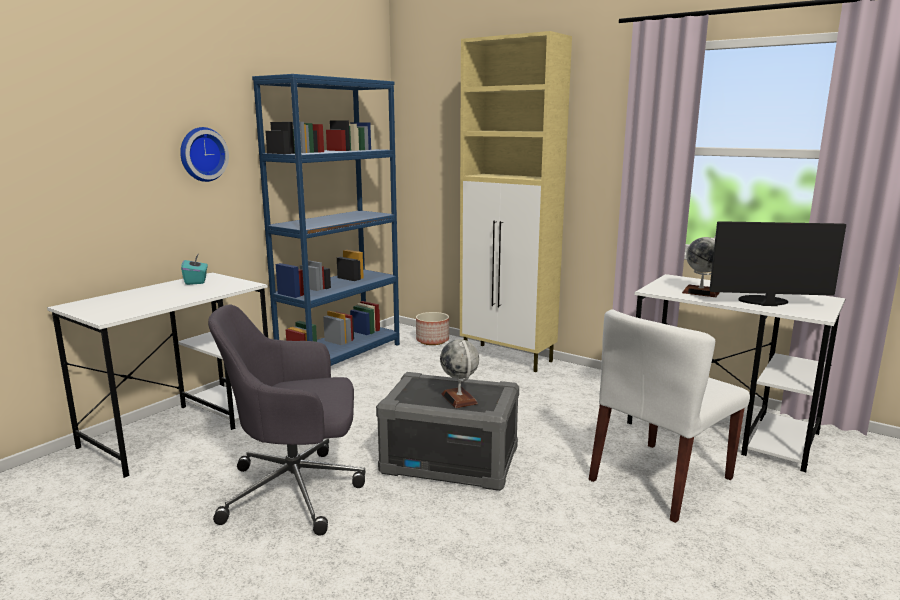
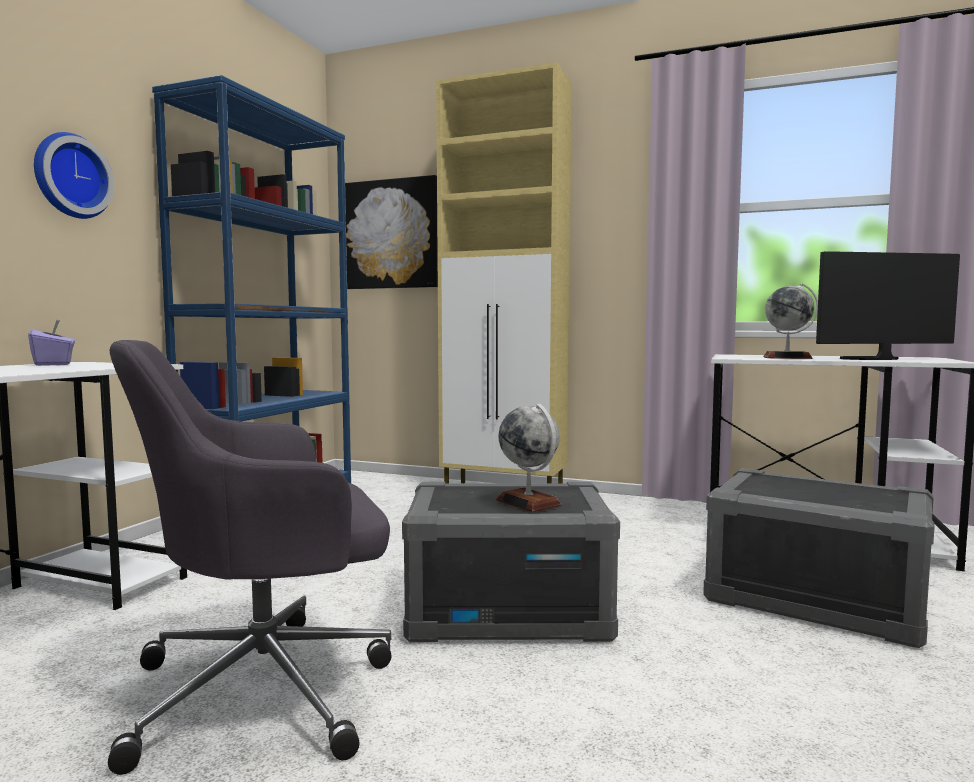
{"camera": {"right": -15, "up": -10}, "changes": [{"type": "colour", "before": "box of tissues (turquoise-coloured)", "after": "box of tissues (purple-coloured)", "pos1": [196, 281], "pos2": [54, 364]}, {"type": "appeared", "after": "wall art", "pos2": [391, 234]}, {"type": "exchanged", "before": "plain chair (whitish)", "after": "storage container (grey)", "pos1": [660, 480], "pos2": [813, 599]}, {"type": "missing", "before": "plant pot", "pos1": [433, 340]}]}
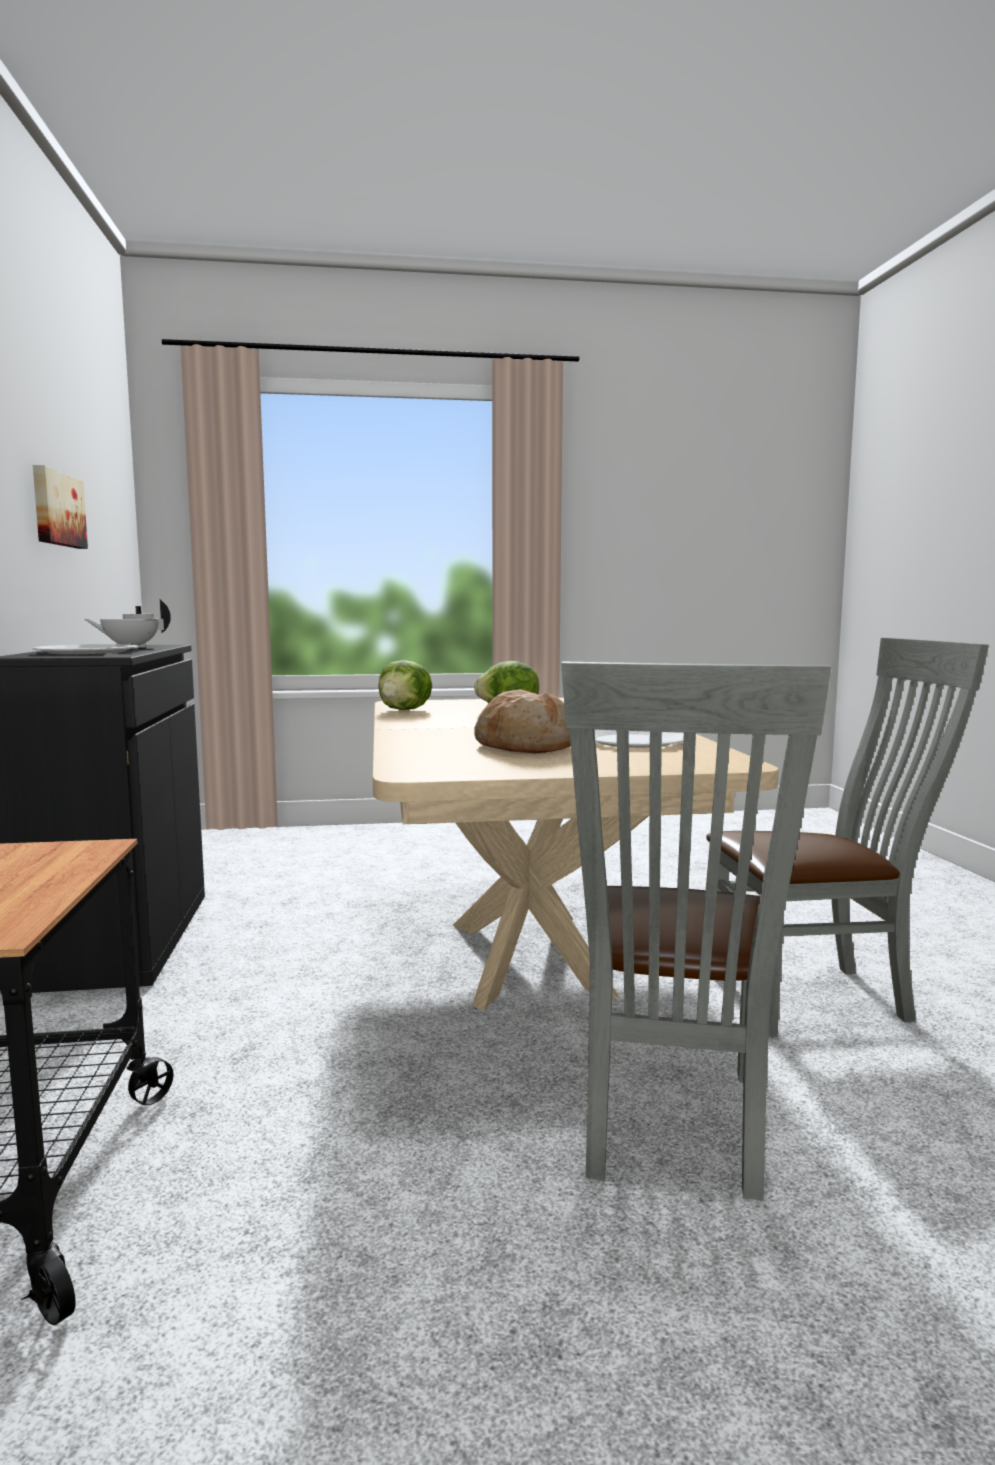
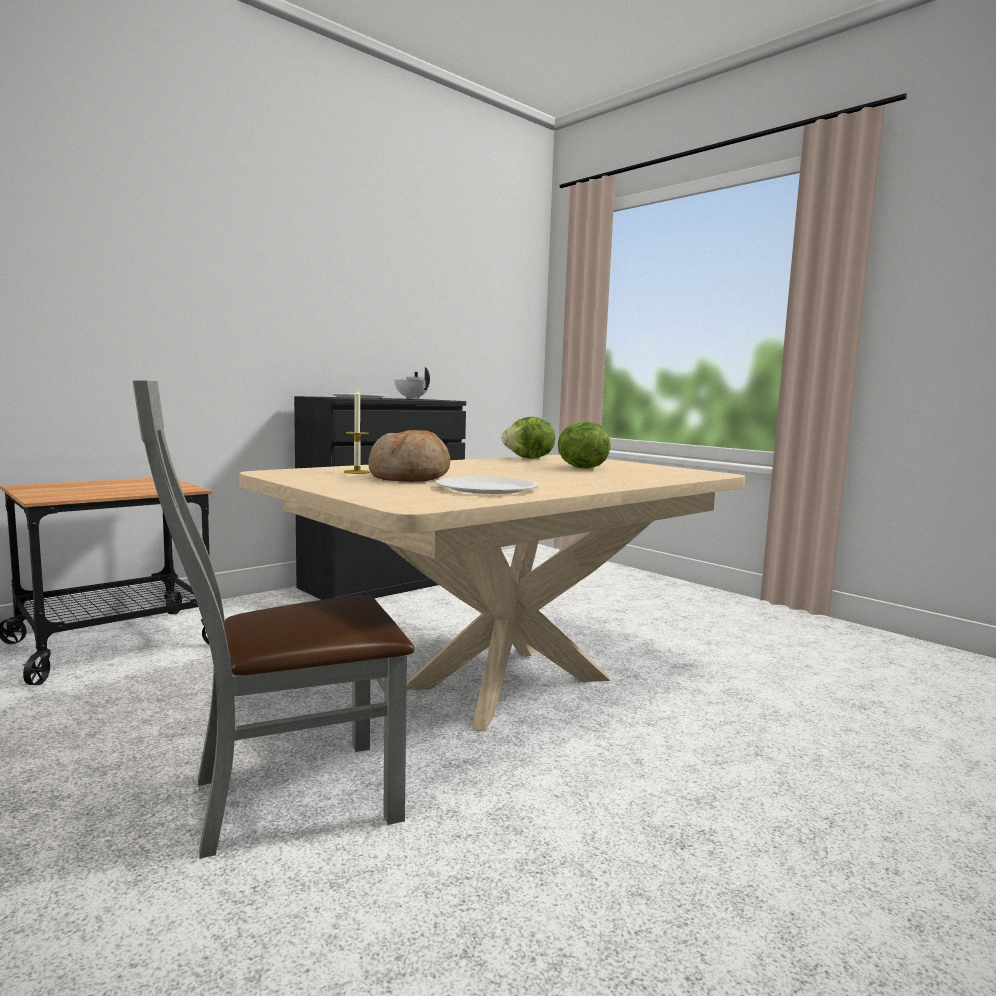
{"camera": {"right": 55, "up": 0}, "changes": [{"type": "appeared", "after": "candle", "pos2": [357, 472]}, {"type": "missing", "before": "wall art", "pos1": [56, 509]}, {"type": "missing", "before": "plain chair (grey)", "pos1": [818, 997]}]}
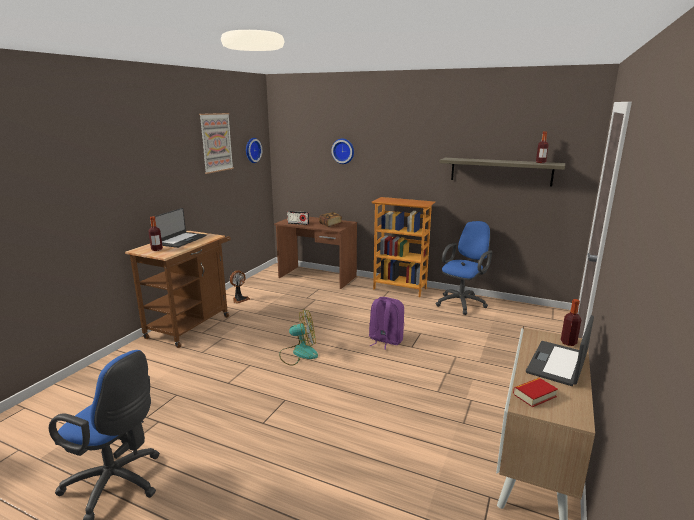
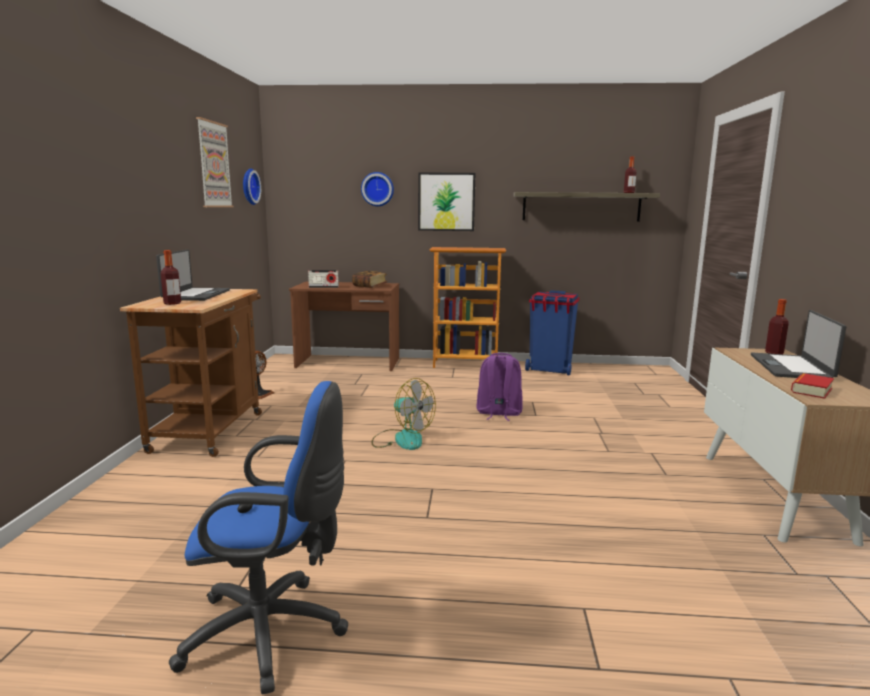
{"camera": {"right": -20, "up": -5}, "changes": [{"type": "spun", "before": "fan", "pos1": [299, 353], "pos2": [401, 439], "turn": 60}, {"type": "appeared", "after": "wall art", "pos2": [446, 202]}, {"type": "exchanged", "before": "office chair (bluish)", "after": "trash can (bluish)", "pos1": [462, 303], "pos2": [550, 370]}]}
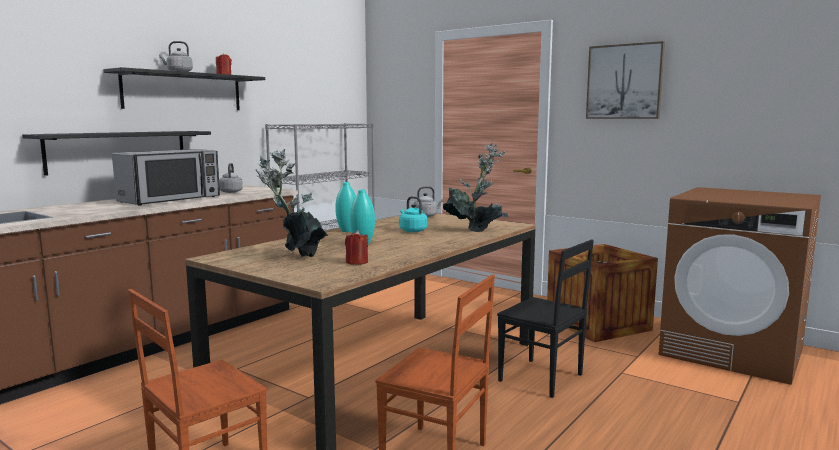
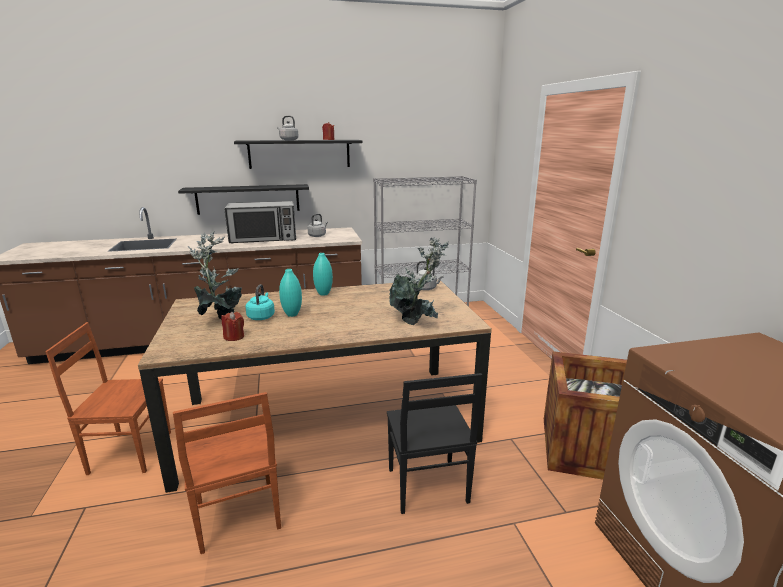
{"camera": {"right": 40, "up": 10}, "changes": [{"type": "relocated", "before": "kettle (turquoise-coloured)", "pos1": [412, 230], "pos2": [261, 316]}, {"type": "missing", "before": "wall art", "pos1": [624, 82]}]}
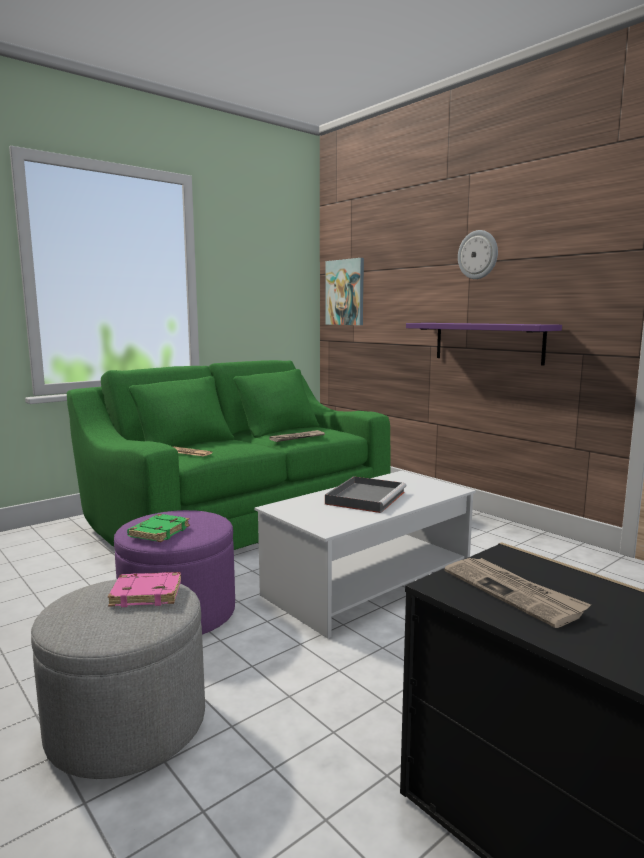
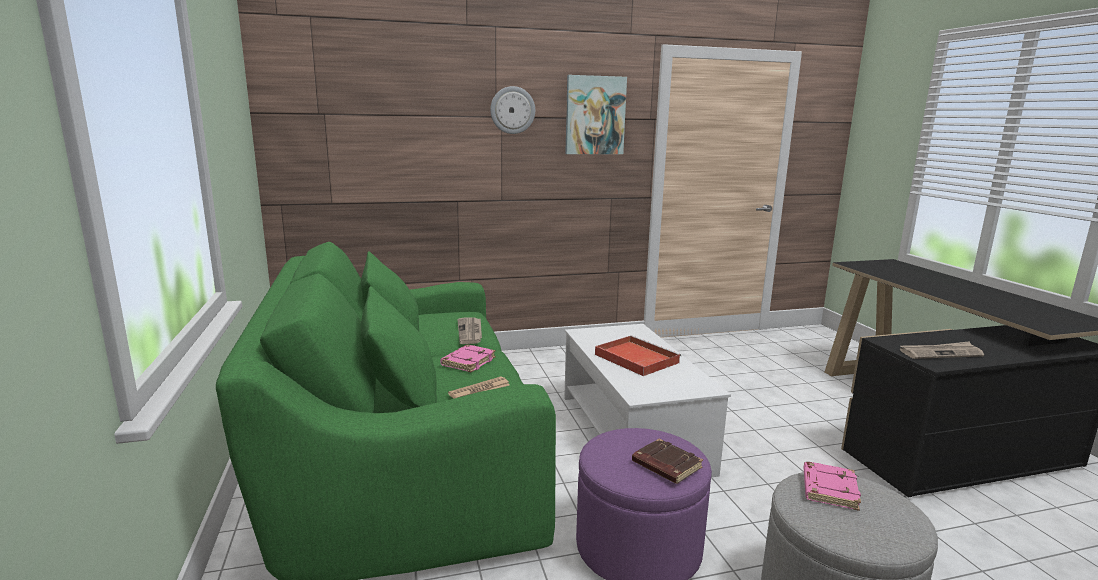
{"camera": {"right": -65, "up": 5}, "changes": [{"type": "appeared", "after": "book (pinkish)", "pos2": [468, 362]}, {"type": "relocated", "before": "wall art", "pos1": [345, 292], "pos2": [595, 115]}, {"type": "colour", "before": "serving tray (grey)", "after": "serving tray (reddish)", "pos1": [366, 497], "pos2": [635, 358]}, {"type": "colour", "before": "book (greenish)", "after": "book (brown-coloured)", "pos1": [159, 532], "pos2": [665, 466]}, {"type": "missing", "before": "wall shelf (purple-coloured)", "pos1": [487, 342]}]}
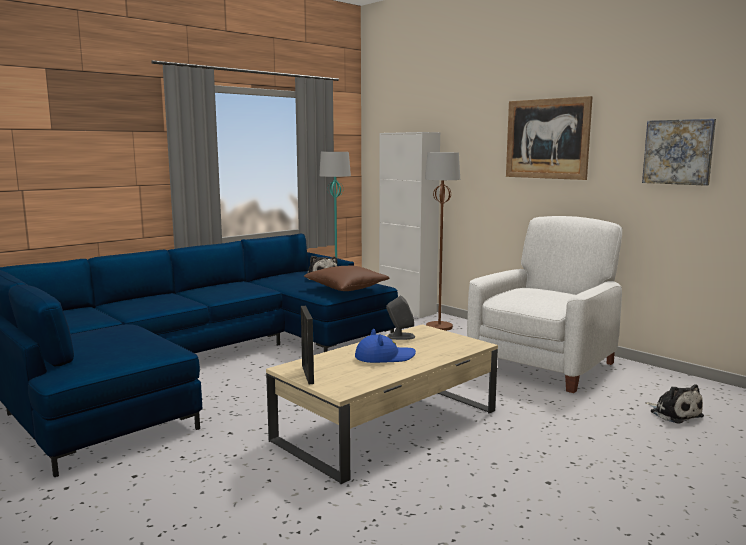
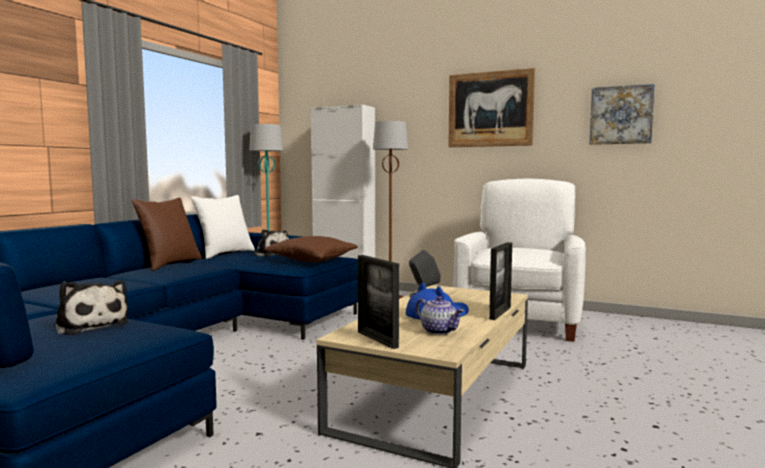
{"camera": {"right": -20, "up": -5}, "changes": [{"type": "relocated", "before": "cuddly toy", "pos1": [674, 413], "pos2": [91, 325]}, {"type": "appeared", "after": "cushion (brown-coloured)", "pos2": [170, 264]}, {"type": "appeared", "after": "cushion (whitish)", "pos2": [225, 254]}, {"type": "appeared", "after": "tea pot", "pos2": [439, 331]}, {"type": "appeared", "after": "picture frame", "pos2": [500, 313]}]}
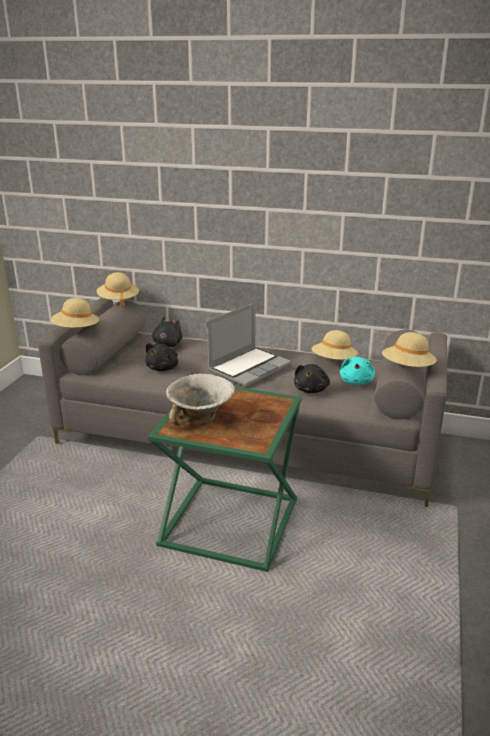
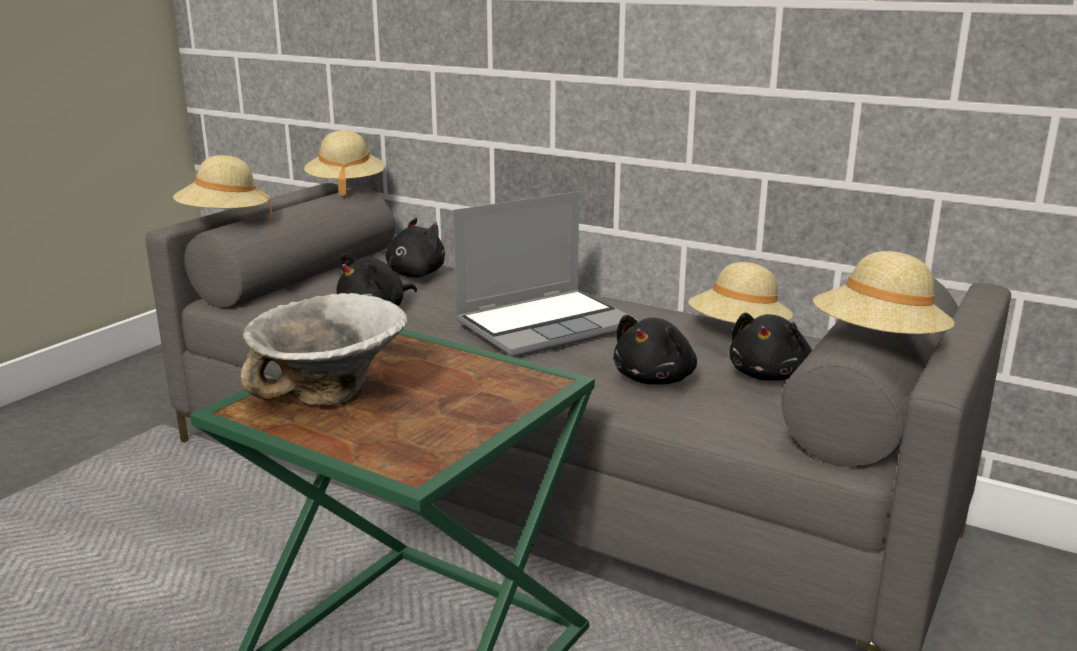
{"camera": {"right": 15, "up": -5}, "changes": [{"type": "colour", "before": "cuddly toy (turquoise-coloured)", "after": "cuddly toy (blackish)", "pos1": [356, 381], "pos2": [769, 375]}]}
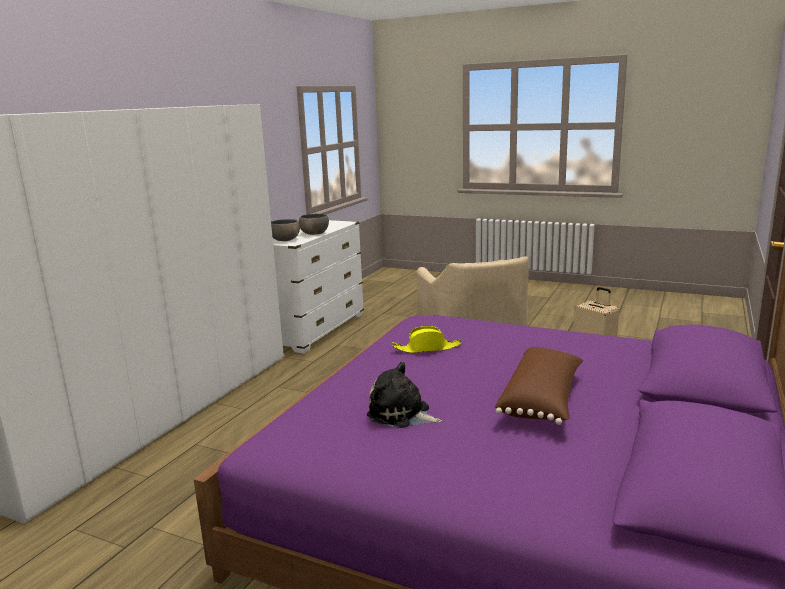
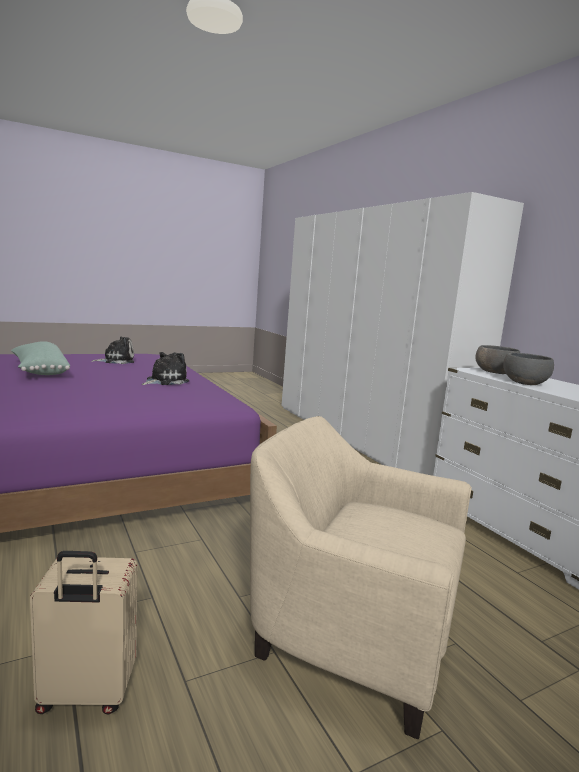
{"camera": {"right": 125, "up": -5}, "changes": [{"type": "colour", "before": "cushion (brown-coloured)", "after": "cushion (greenish)", "pos1": [543, 400], "pos2": [39, 371]}, {"type": "exchanged", "before": "clothing hat (yellowish)", "after": "cuddly toy", "pos1": [427, 348], "pos2": [165, 381]}]}
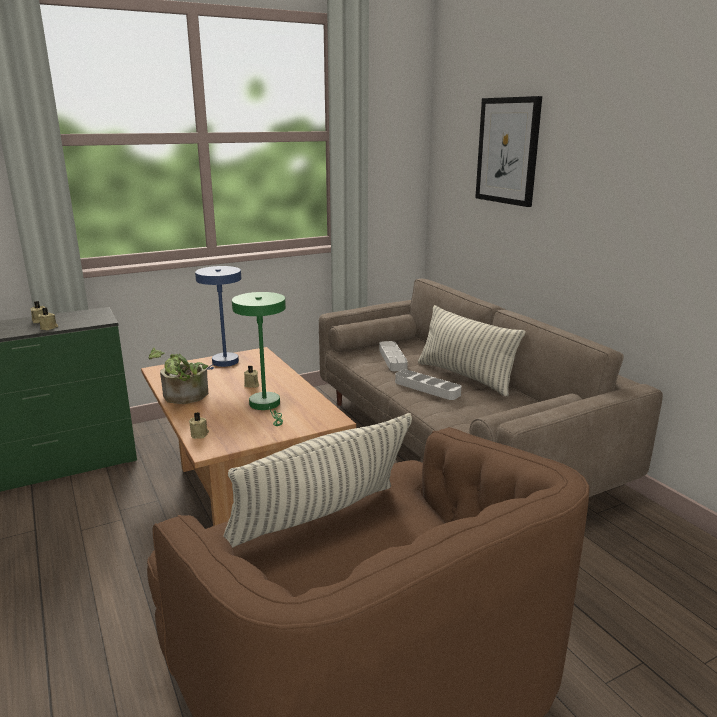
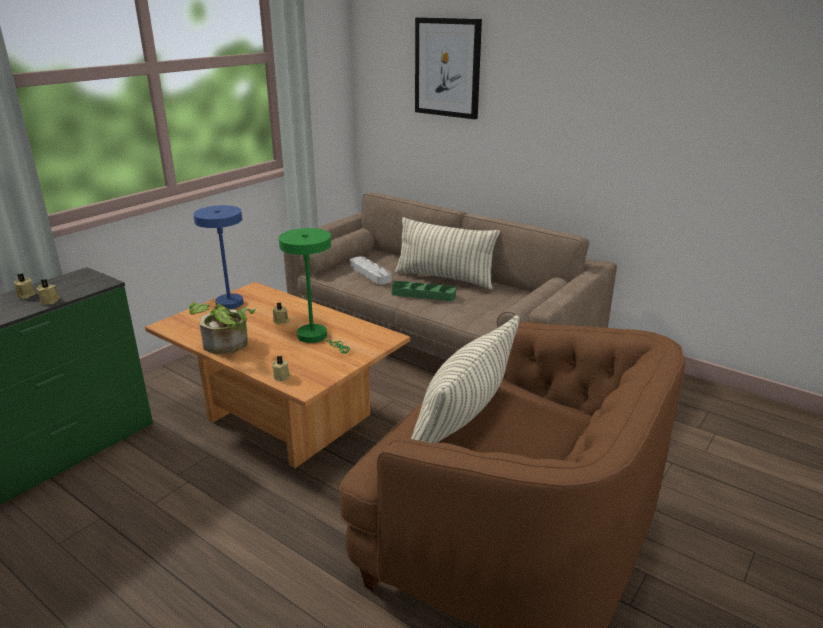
{"camera": {"right": -25, "up": 5}, "changes": [{"type": "colour", "before": "serving tray (grey)", "after": "serving tray (greenish)", "pos1": [427, 388], "pos2": [423, 294]}]}
